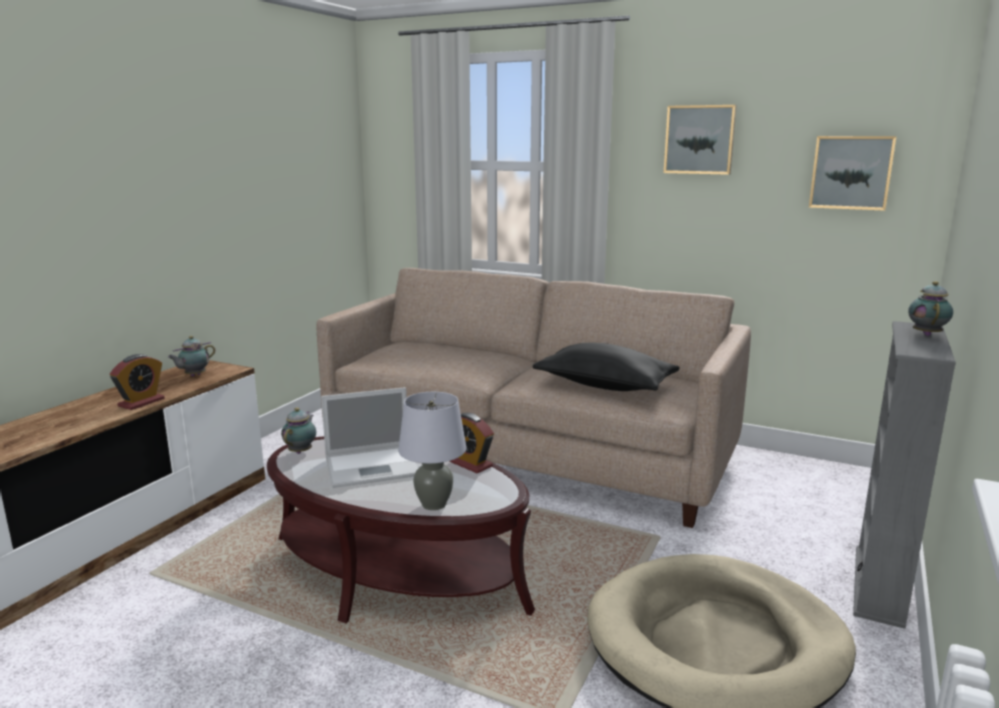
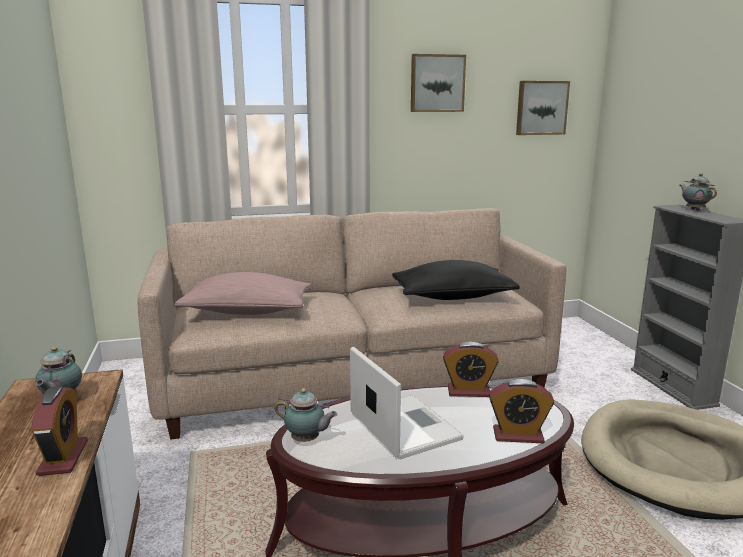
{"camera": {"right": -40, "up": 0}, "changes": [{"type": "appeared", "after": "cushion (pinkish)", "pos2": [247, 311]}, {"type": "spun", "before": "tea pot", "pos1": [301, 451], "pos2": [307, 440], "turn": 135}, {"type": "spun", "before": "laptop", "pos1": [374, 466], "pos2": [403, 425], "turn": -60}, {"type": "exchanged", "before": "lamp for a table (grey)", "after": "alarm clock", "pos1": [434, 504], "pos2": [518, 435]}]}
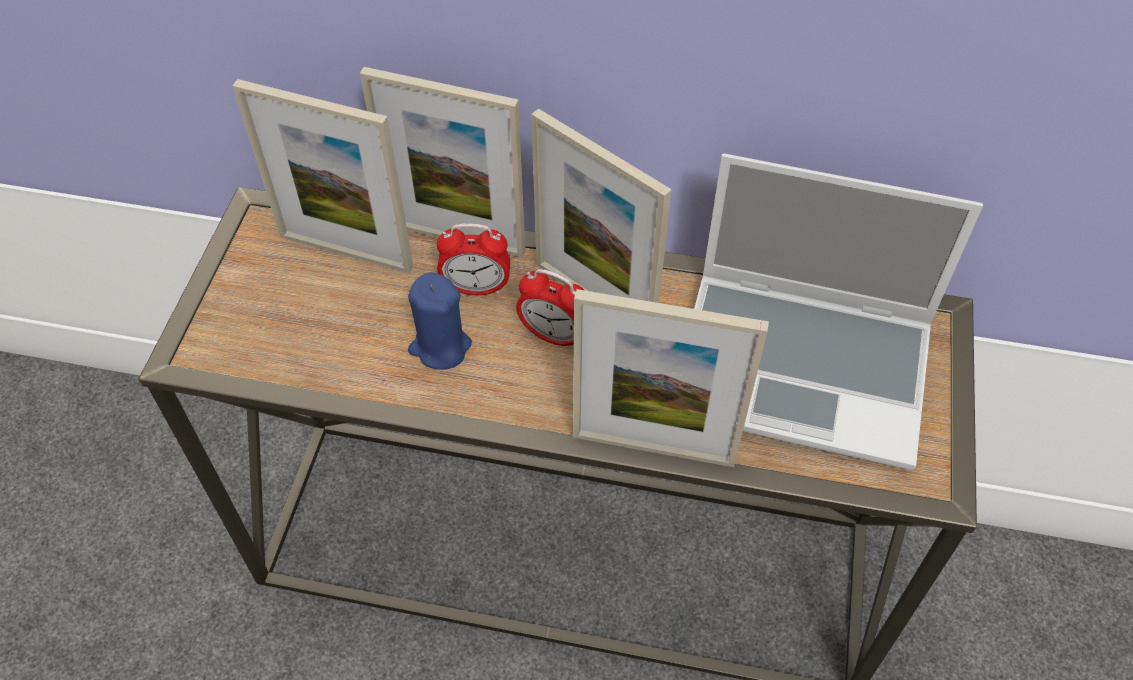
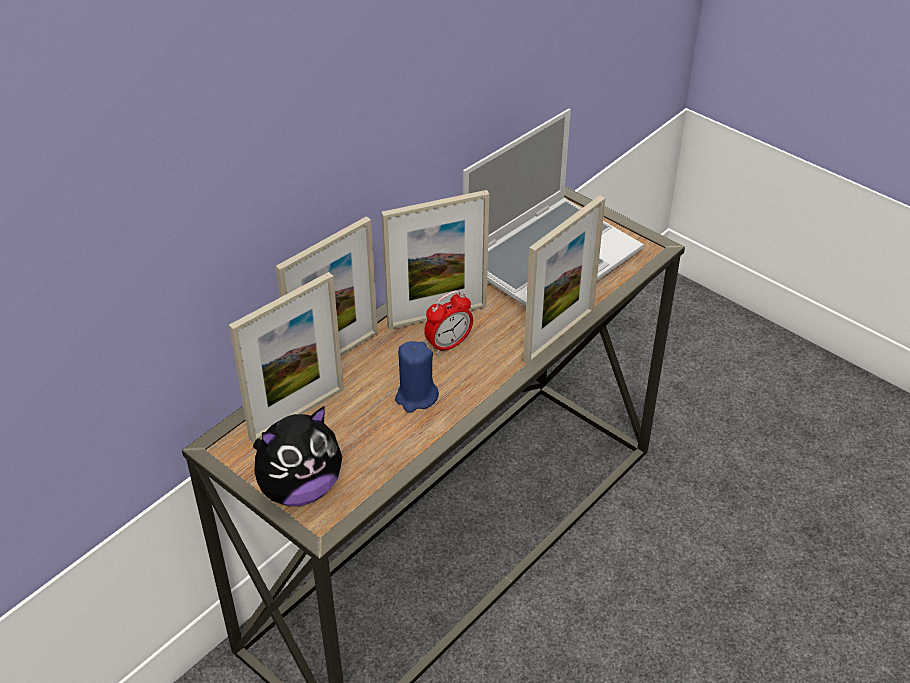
{"camera": {"right": -60, "up": -10}, "changes": [{"type": "appeared", "after": "cuddly toy", "pos2": [300, 488]}, {"type": "missing", "before": "alarm clock", "pos1": [476, 288]}]}
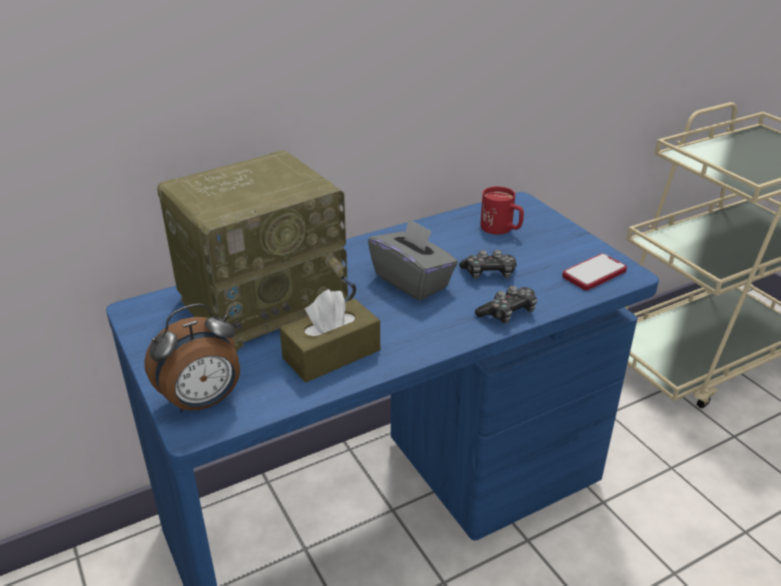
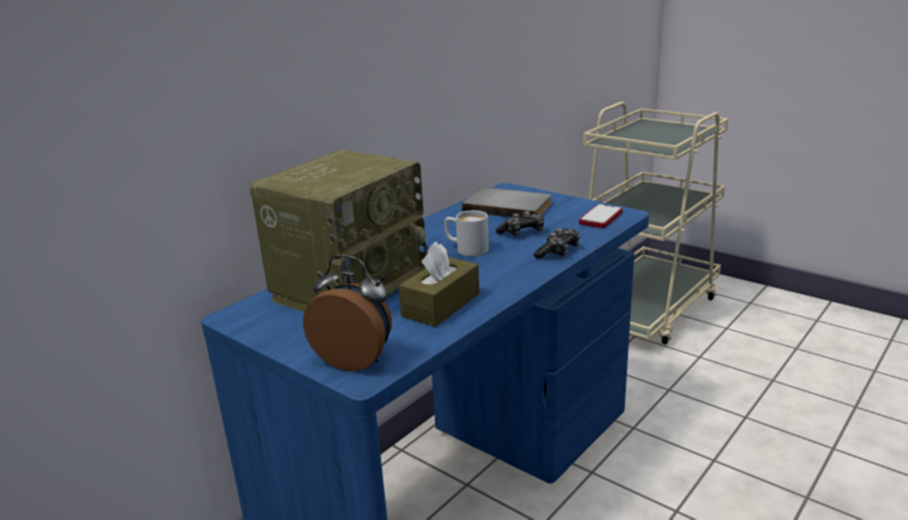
{"camera": {"right": -20, "up": -10}, "changes": [{"type": "spun", "before": "alarm clock", "pos1": [203, 402], "pos2": [356, 359], "turn": -105}, {"type": "exchanged", "before": "box of tissues (grey)", "after": "mug (whitish)", "pos1": [412, 281], "pos2": [466, 249]}, {"type": "exchanged", "before": "mug (reddish)", "after": "book (grey)", "pos1": [502, 229], "pos2": [508, 206]}]}
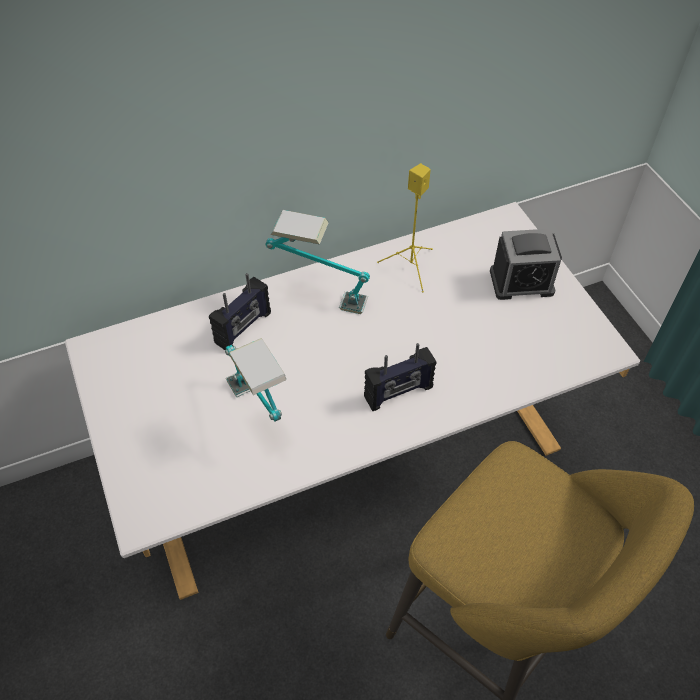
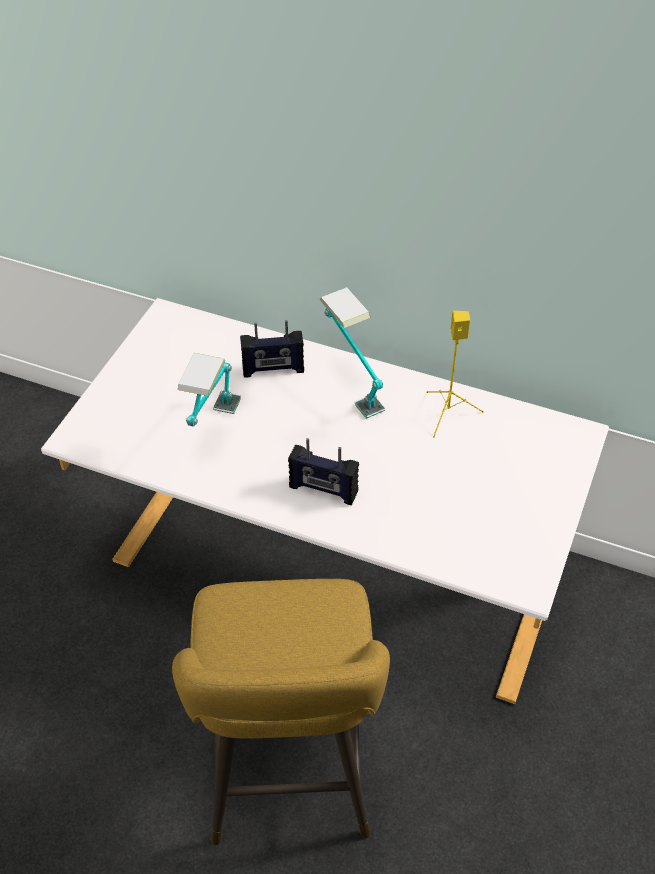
{"camera": {"right": 45, "up": -5}, "changes": [{"type": "missing", "before": "alarm clock", "pos1": [521, 282]}]}
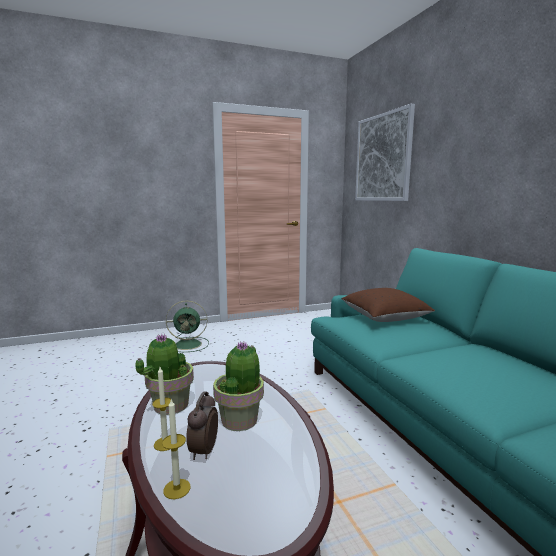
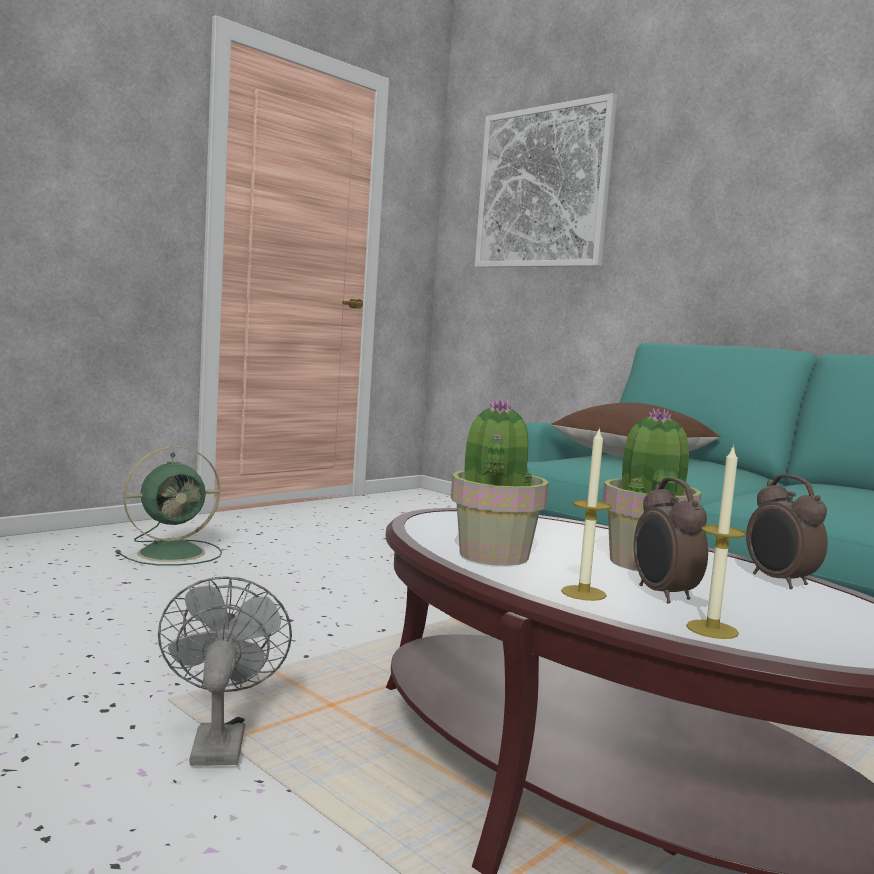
{"camera": {"right": -25, "up": -5}, "changes": [{"type": "appeared", "after": "fan (grey)", "pos2": [218, 740]}, {"type": "appeared", "after": "alarm clock", "pos2": [779, 581]}]}
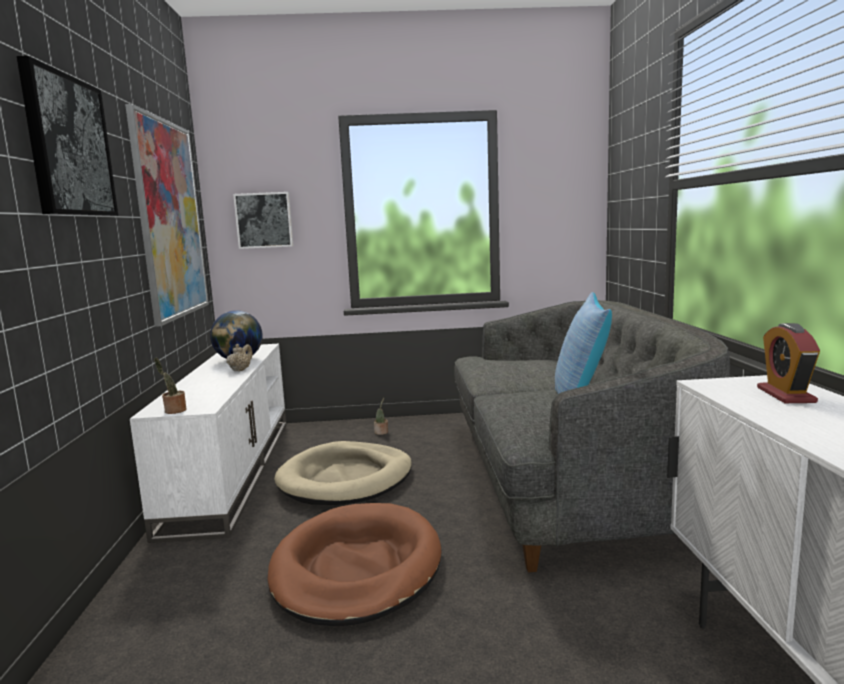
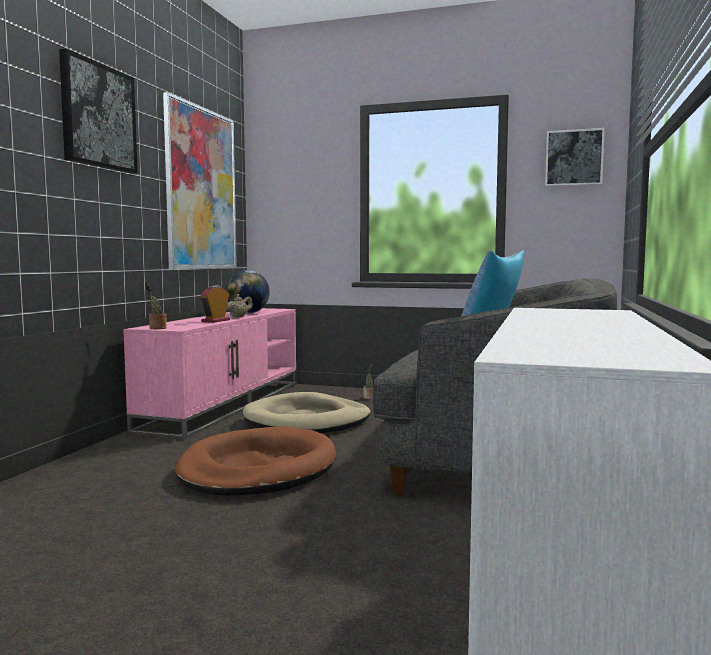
{"camera": {"right": 20, "up": -5}, "changes": [{"type": "colour", "before": "tv stand (whitish)", "after": "tv stand (pinkish)", "pos1": [231, 470], "pos2": [225, 404]}, {"type": "relocated", "before": "alarm clock", "pos1": [785, 395], "pos2": [215, 321]}, {"type": "relocated", "before": "wall art", "pos1": [264, 220], "pos2": [574, 158]}]}
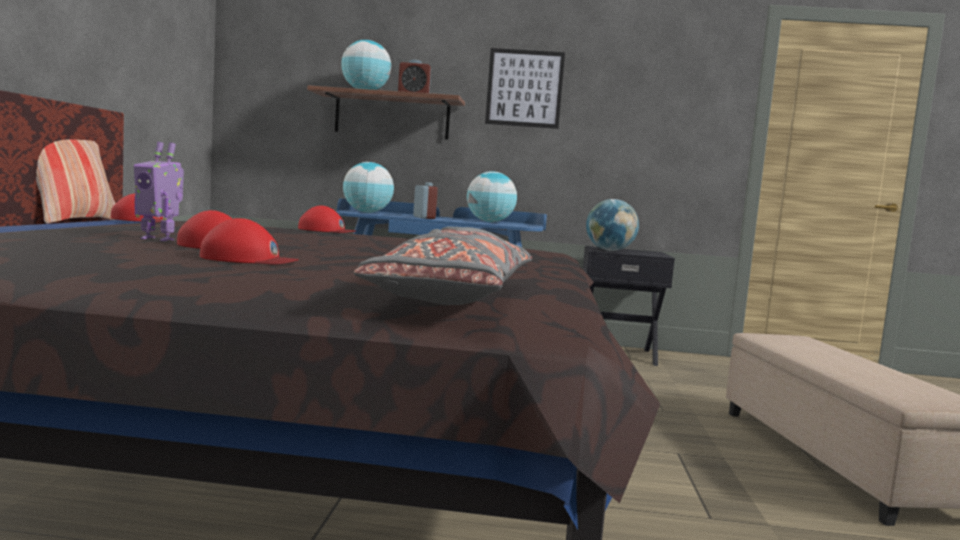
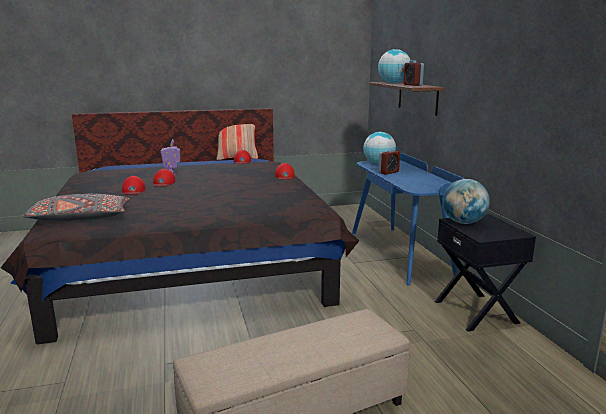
{"camera": {"right": 70, "up": 10}, "changes": [{"type": "missing", "before": "world globe", "pos1": [490, 222]}, {"type": "missing", "before": "wall art", "pos1": [524, 88]}]}
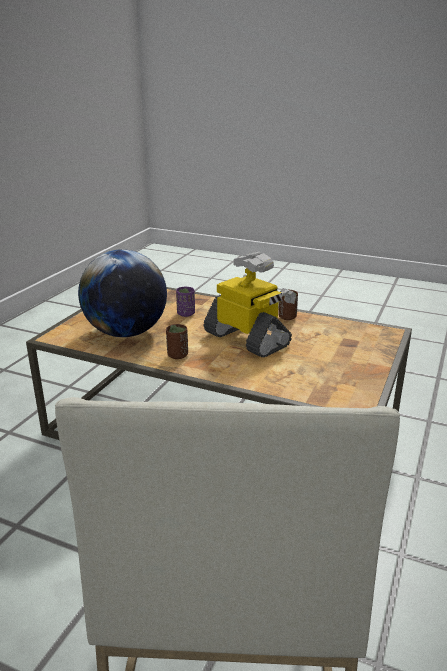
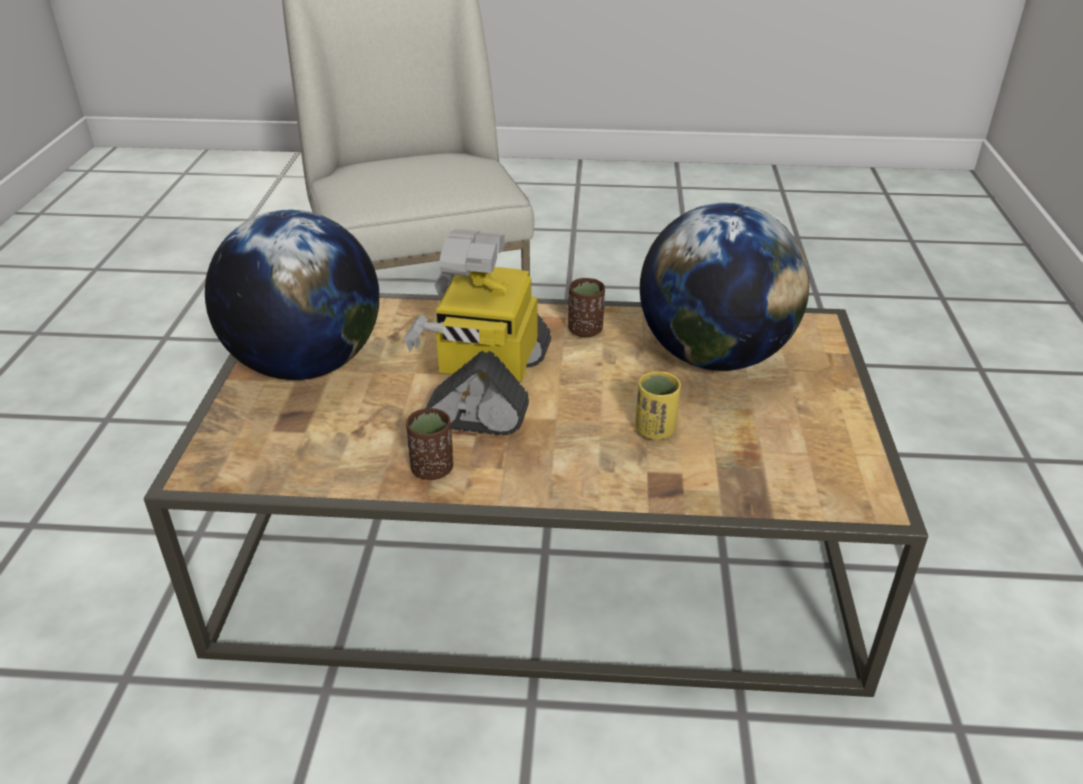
{"camera": {"right": 160, "up": 10}, "changes": [{"type": "appeared", "after": "world globe", "pos2": [306, 365]}, {"type": "spun", "before": "robot figure", "pos1": [248, 339], "pos2": [488, 387], "turn": 75}, {"type": "colour", "before": "drinking cup (purple-coloured)", "after": "drinking cup (yellowish)", "pos1": [186, 314], "pos2": [655, 430]}]}
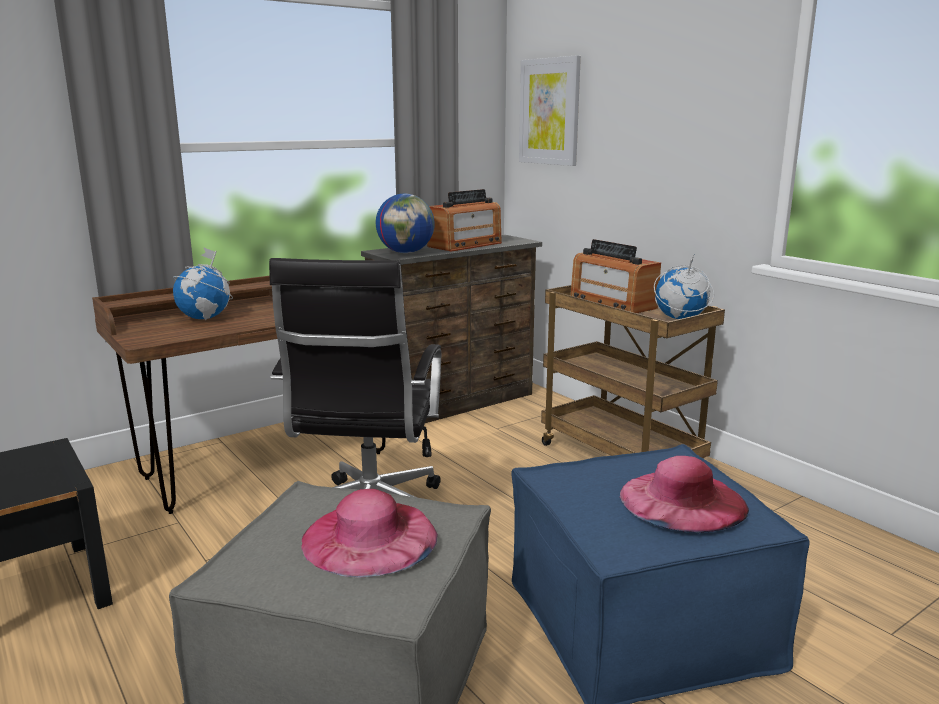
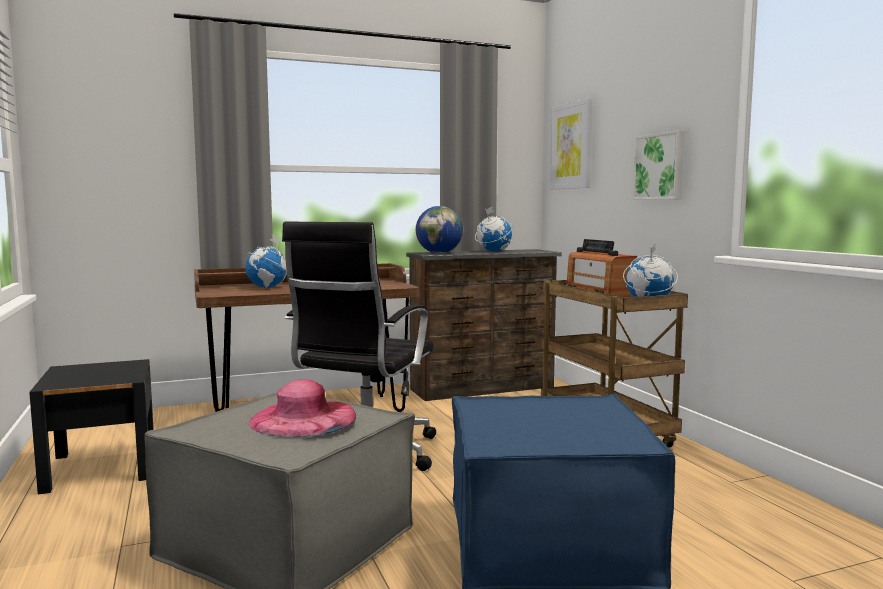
{"camera": {"right": 15, "up": -10}, "changes": [{"type": "exchanged", "before": "radio", "after": "world globe", "pos1": [465, 245], "pos2": [493, 252]}, {"type": "appeared", "after": "wall art", "pos2": [660, 167]}, {"type": "missing", "before": "clothing hat (pinkish)", "pos1": [682, 500]}]}
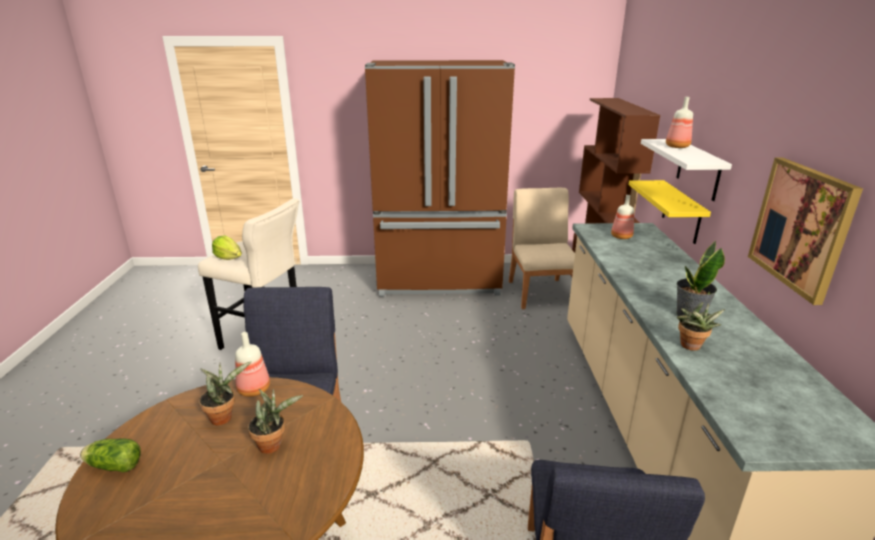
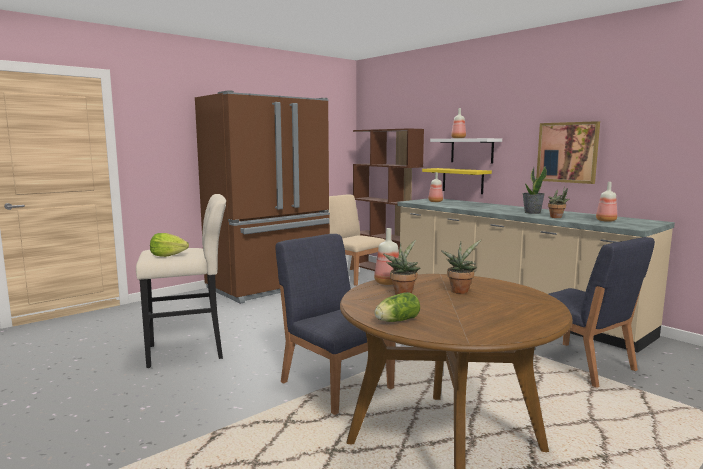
{"camera": {"right": -40, "up": -15}, "changes": [{"type": "appeared", "after": "beverage bottle", "pos2": [606, 221]}]}
